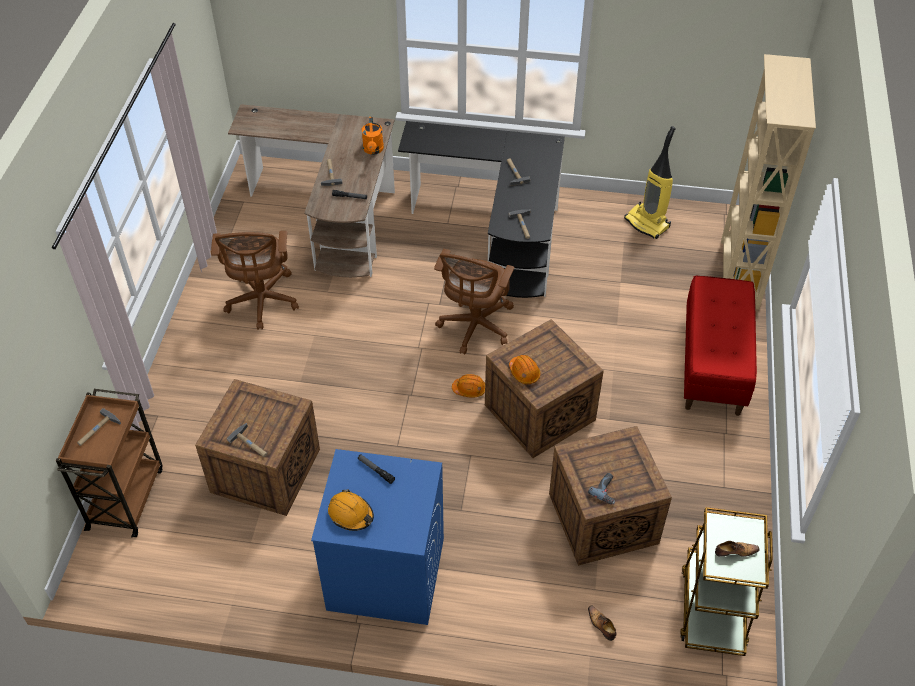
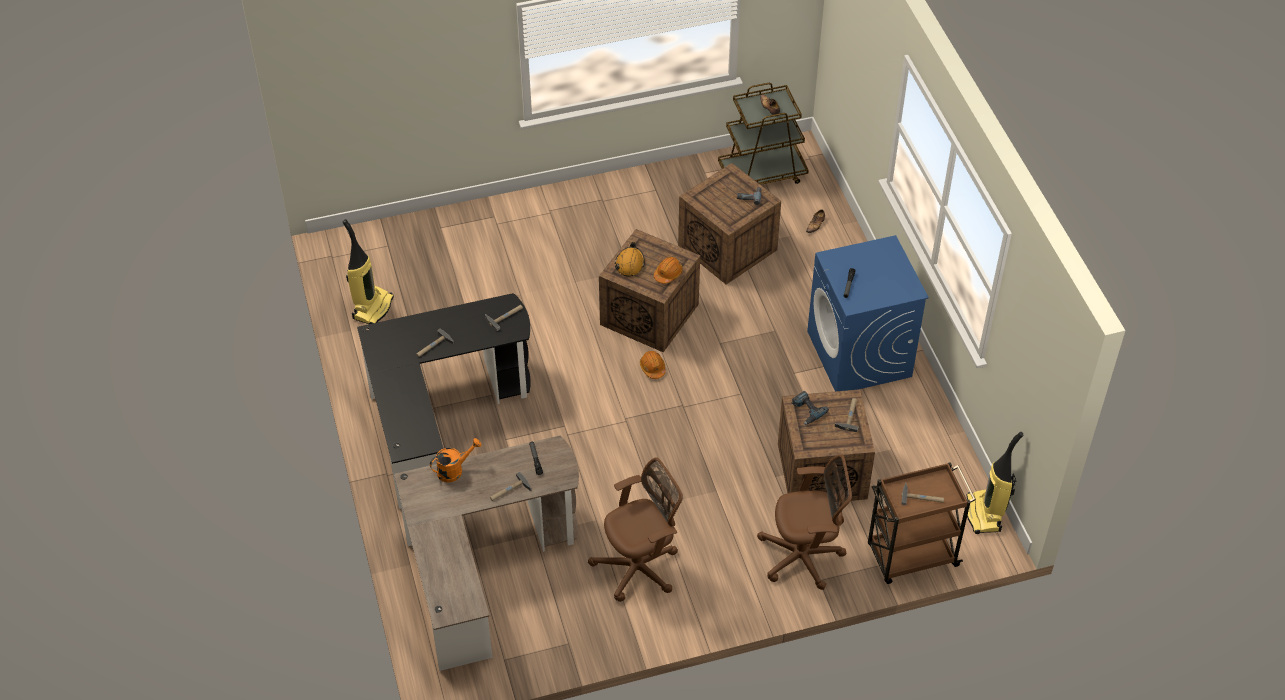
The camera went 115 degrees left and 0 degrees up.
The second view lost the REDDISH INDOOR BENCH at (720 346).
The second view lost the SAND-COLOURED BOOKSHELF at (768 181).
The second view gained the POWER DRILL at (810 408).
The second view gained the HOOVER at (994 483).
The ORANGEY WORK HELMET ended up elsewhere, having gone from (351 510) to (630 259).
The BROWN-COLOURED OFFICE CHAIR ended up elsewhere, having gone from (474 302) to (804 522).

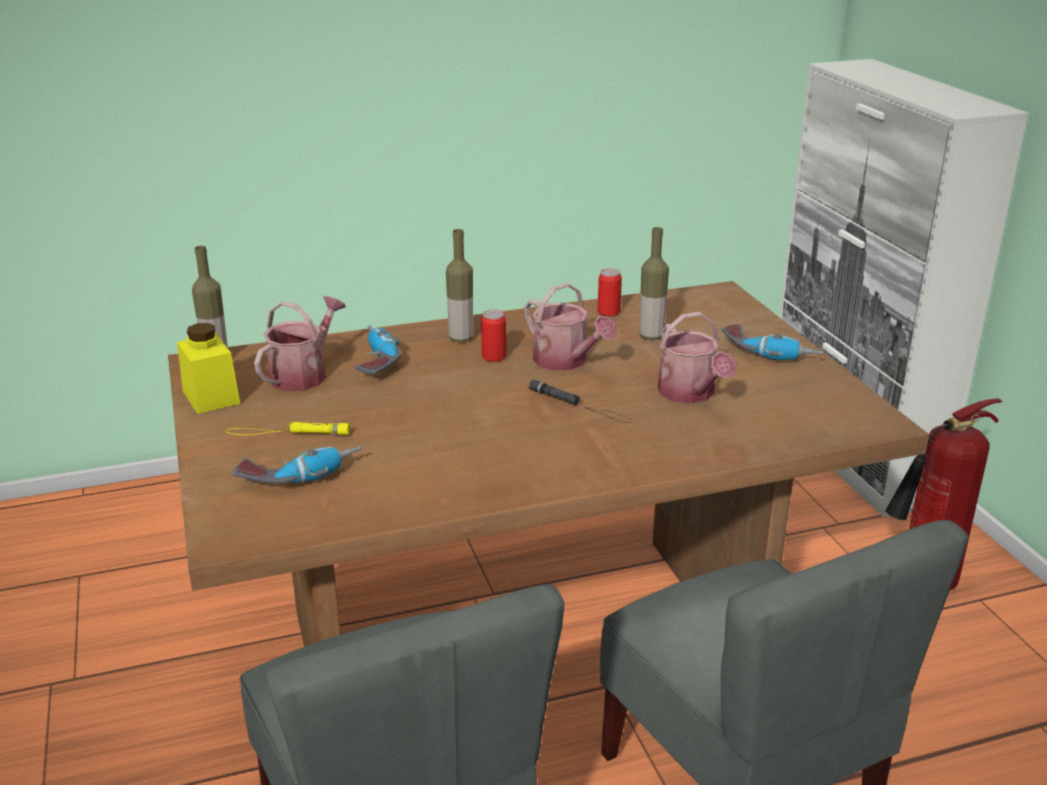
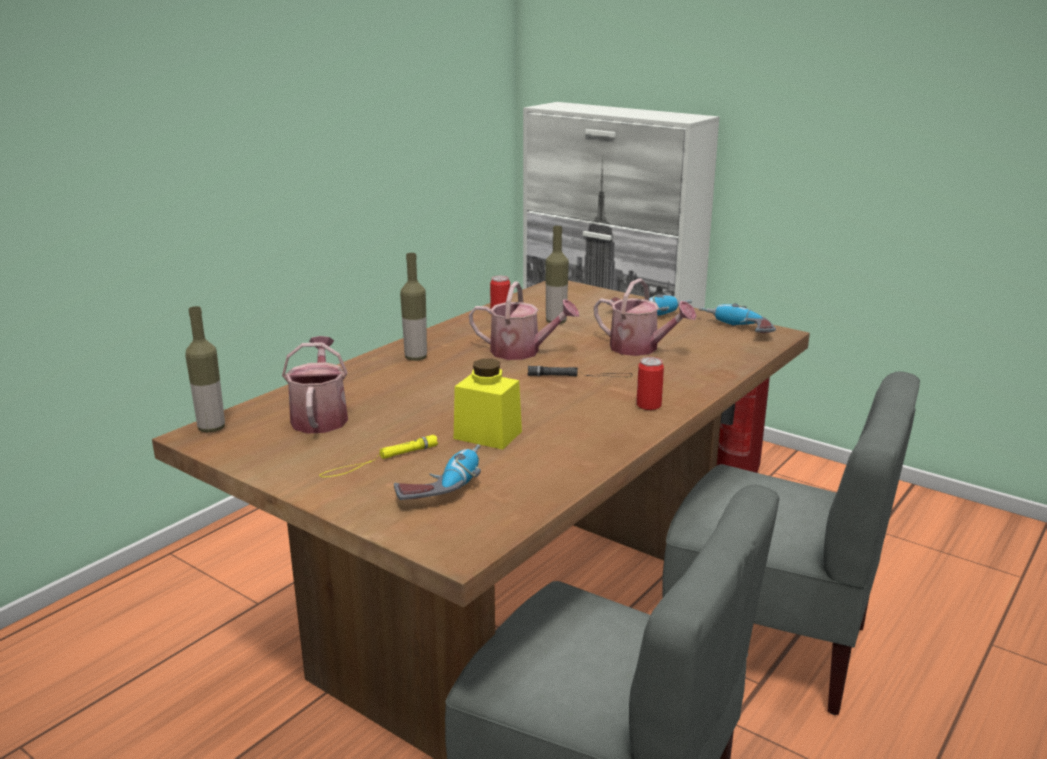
The camera went 35 degrees left and 5 degrees down.
The YELLOWISH STORAGE JAR ended up elsewhere, having gone from (208 368) to (488 404).
The POWER DRILL ended up elsewhere, having gone from (377 349) to (737 318).
The SEALED CAN ended up elsewhere, having gone from (493 336) to (650 383).

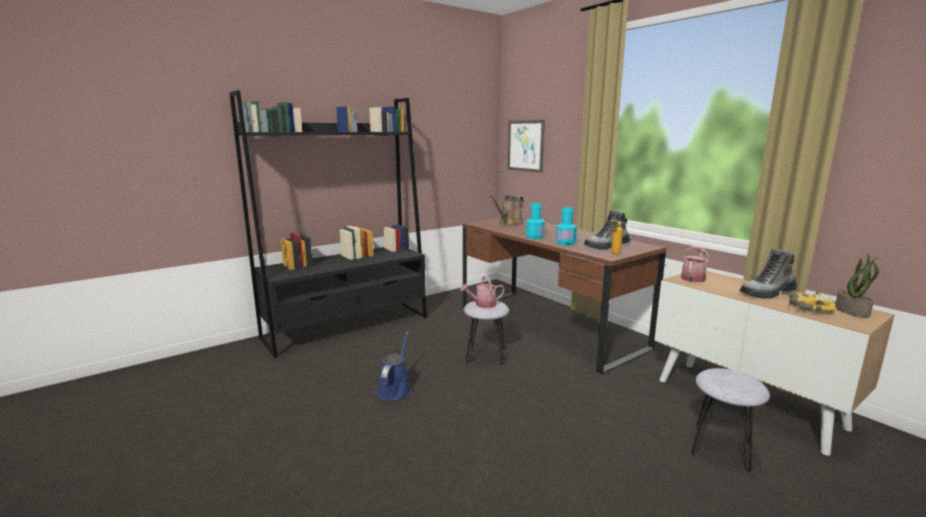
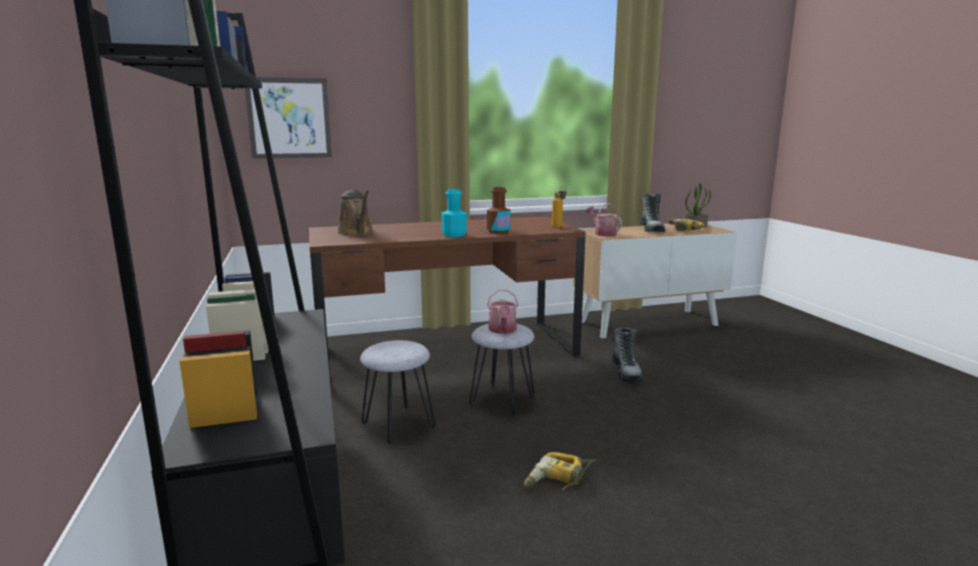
The camera went 70 degrees left and 0 degrees up.
The HIGH-TOP BOOT ended up elsewhere, having gone from (607 229) to (627 355).
The GREYISH STOOL ended up elsewhere, having gone from (730 421) to (398 393).
Where the BLUISH WATERING CAN stood at (394 366), the POWER DRILL came to stand at (560 471).
What was the TURQUOISE BOTTLE at (566 226) turned into the BROWN-COLOURED BOTTLE at (499 210).

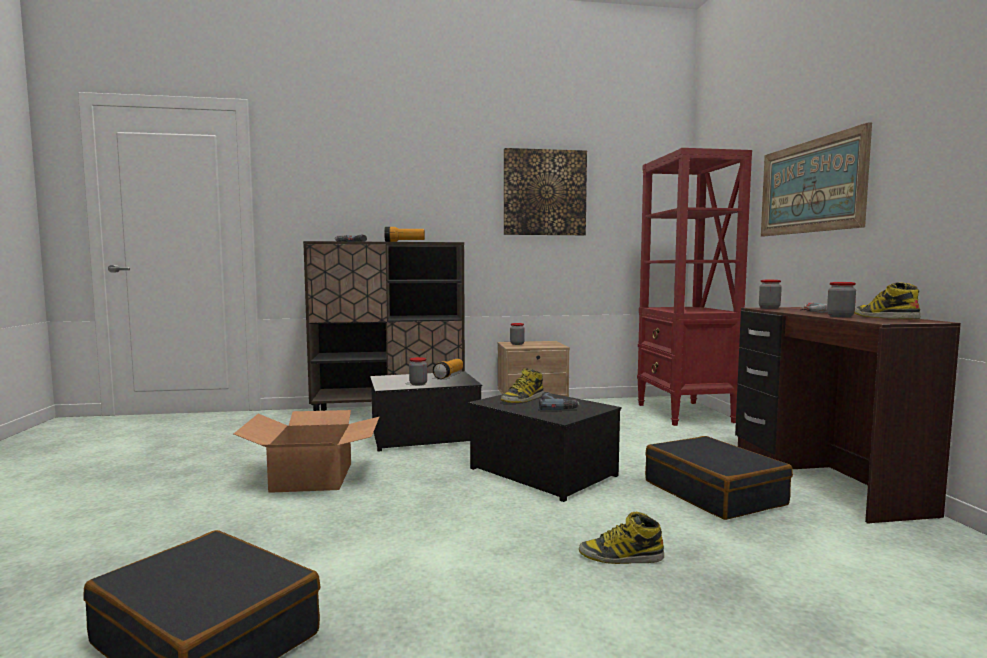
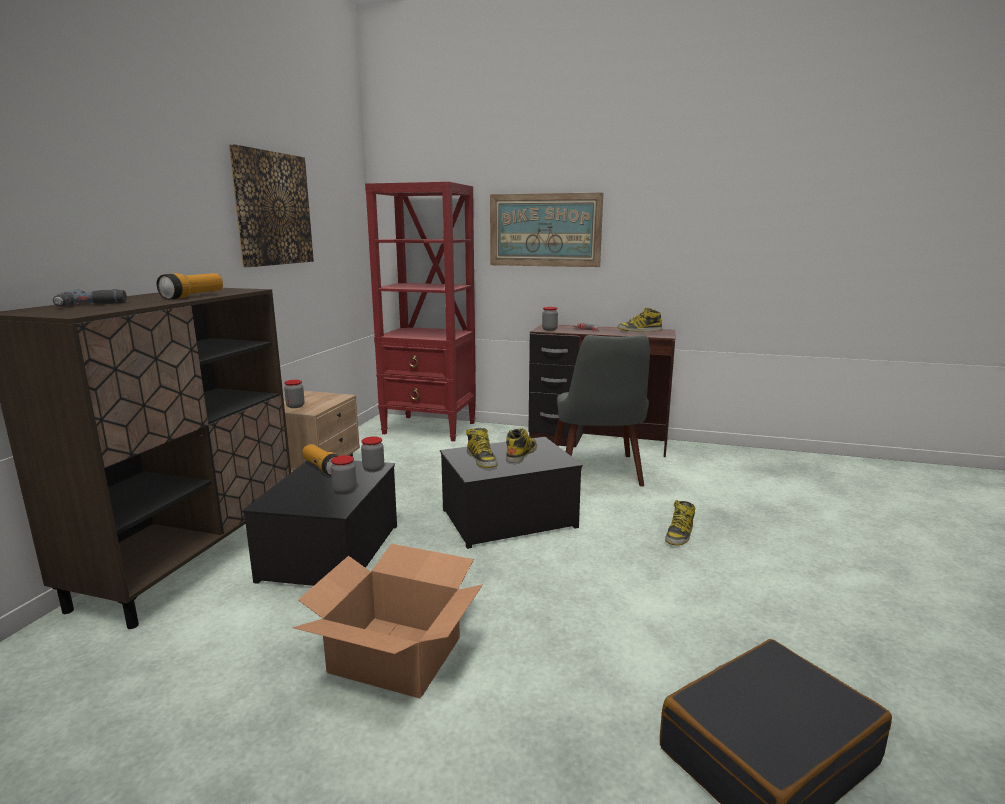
The camera went 65 degrees left and 10 degrees up.
The STORAGE JAR ended up elsewhere, having gone from (841 299) to (372 454).
Where the POWER DRILL stood at (559 401), the HIGH-TOP BOOT came to stand at (521 445).
Where the BLACK TRAVEL CASE stood at (719 478), the GREYISH CHAIR came to stand at (602 410).

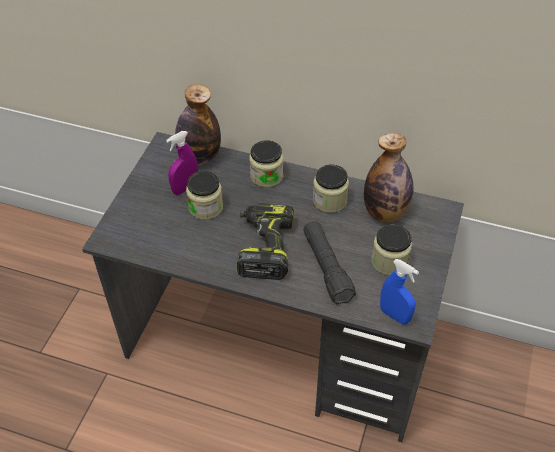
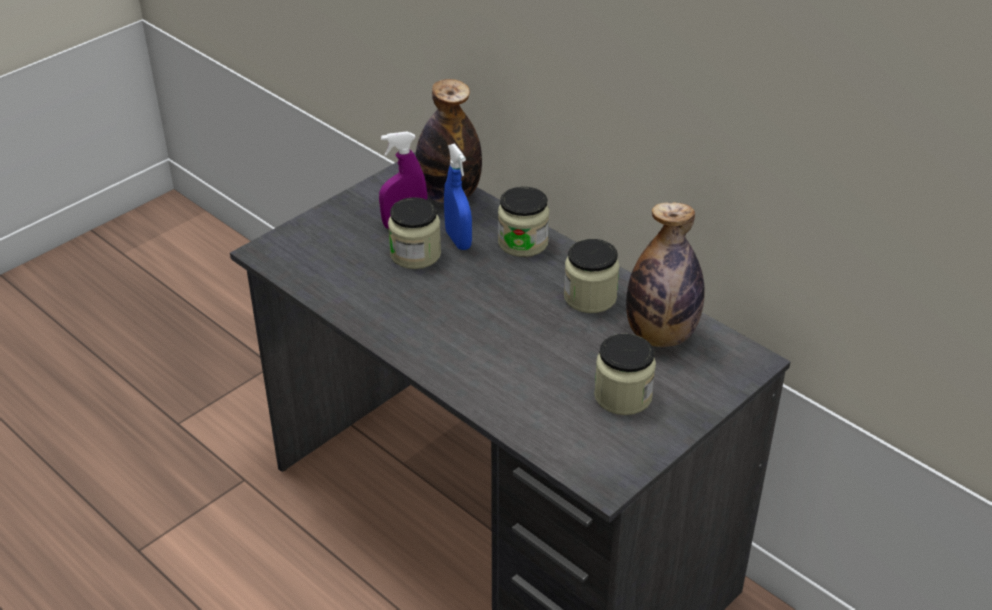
The camera went 25 degrees right and 10 degrees down.
The second view lost the POWER DRILL at (265 241).
The second view lost the BLACK FLASHLIGHT at (329 262).
The BLUISH SPRAY BOTTLE ended up elsewhere, having gone from (399 292) to (458 196).

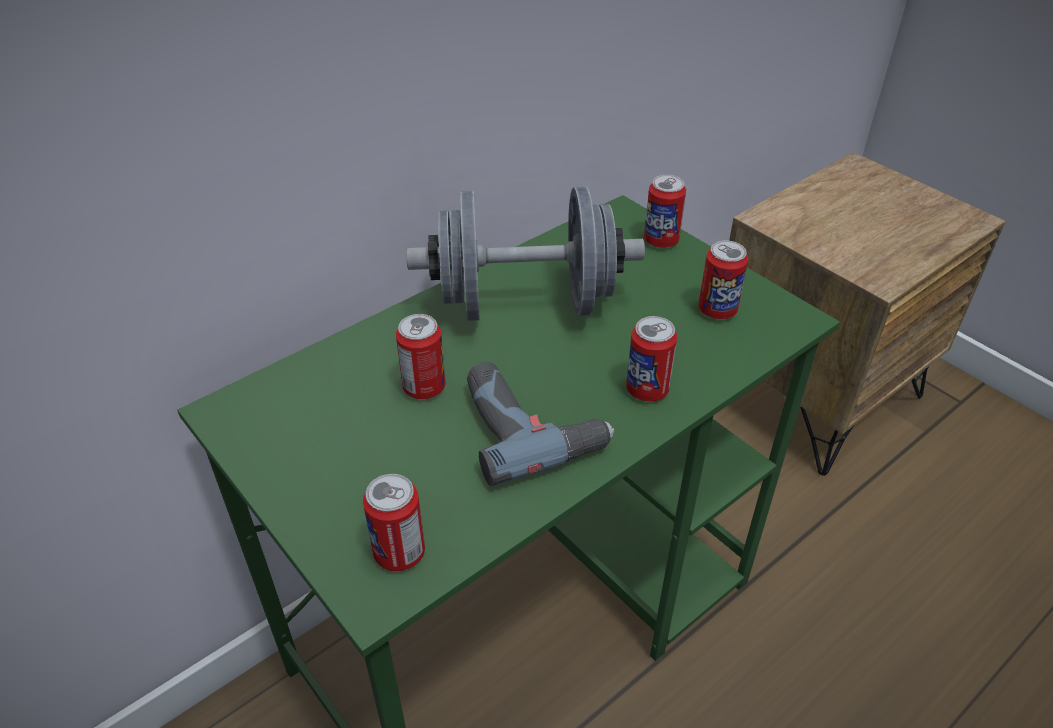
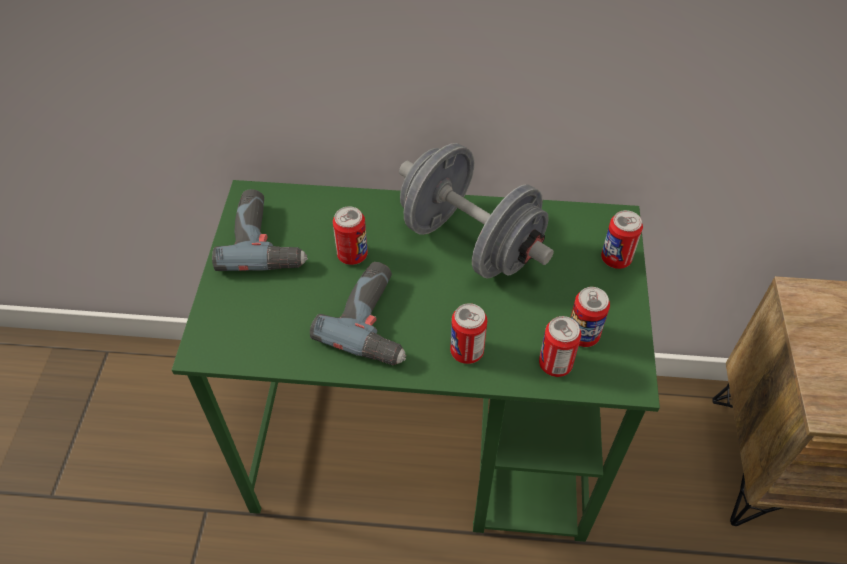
The camera went 45 degrees right and 10 degrees up.
The second view gained the POWER DRILL at (260 230).
The SEALED CAN ended up elsewhere, having gone from (394 522) to (560 346).

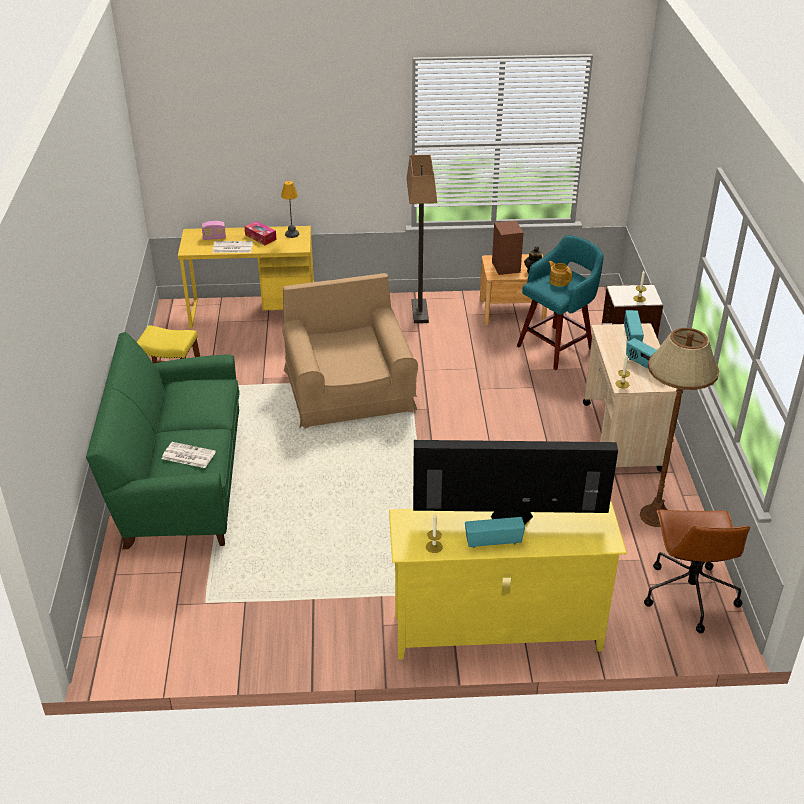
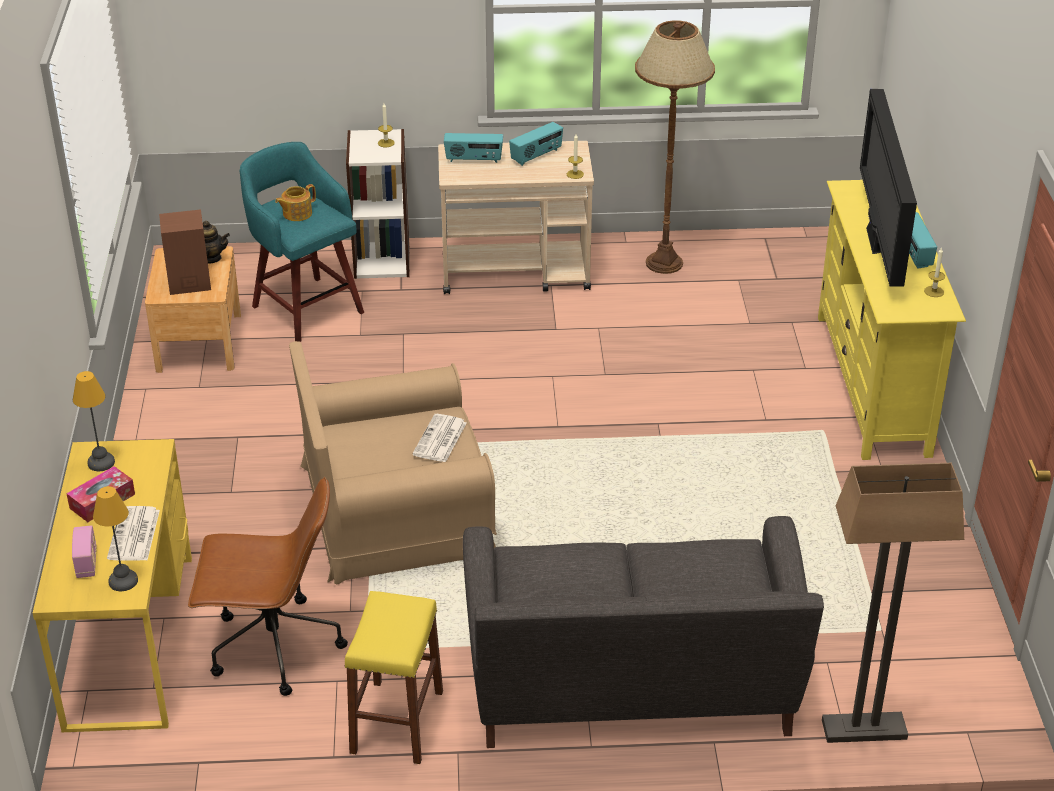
The camera went 90 degrees left and 0 degrees up.
The second view gained the LAMP FOR A TABLE at (115 538).
The PRINTED PAPER ended up elsewhere, having gone from (189 455) to (439 438).
The FLOOR LAMP ended up elsewhere, having gone from (421 239) to (893 603).
The BROWN-COLOURED OFFICE CHAIR ended up elsewhere, having gone from (697 571) to (268 586).
What was the GREEN-COLOURED SETTEE at (163 440) turned into the GREYISH SETTEE at (643 632).

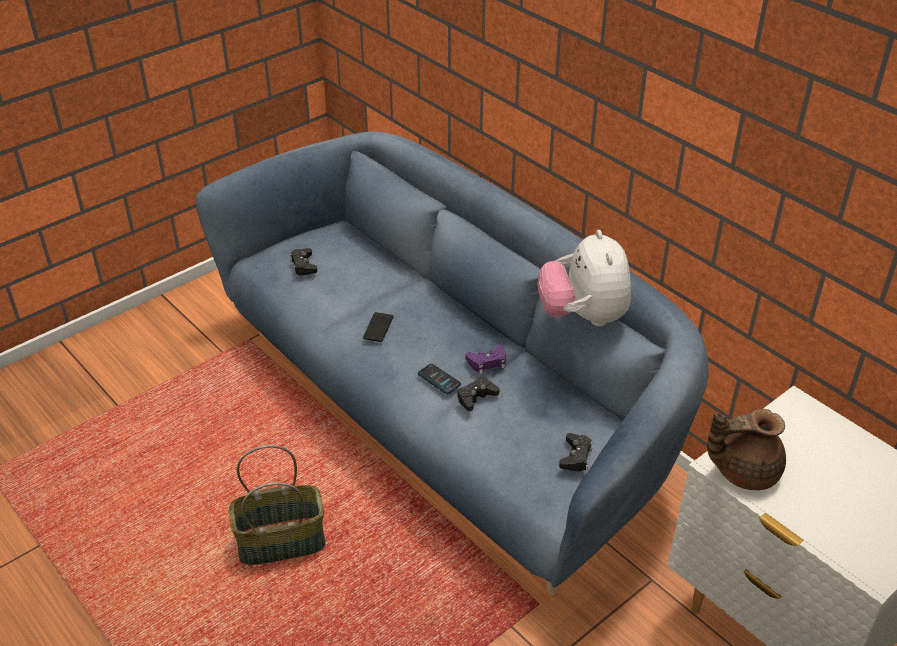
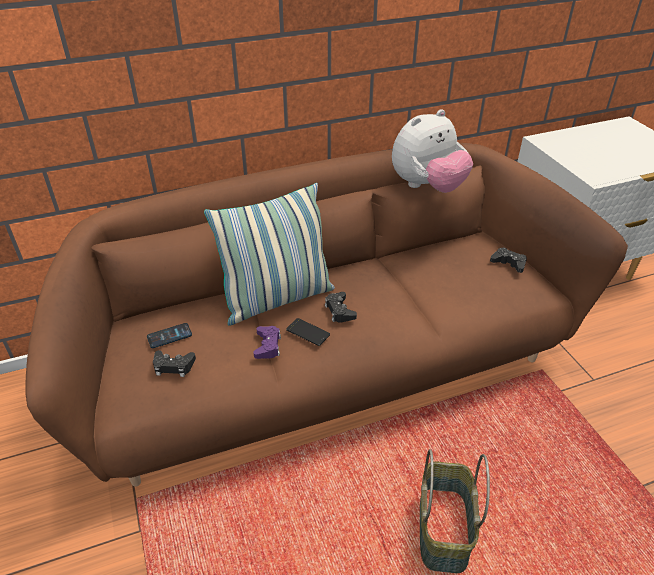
The camera went 70 degrees left and 0 degrees up.
The second view lost the BROWN-COLOURED TEAPOT at (746 449).
The second view gained the CUSHION at (269 254).
The PHONE ended up elsewhere, having gone from (439 379) to (169 335).
The BLACK GAMEPAD ended up elsewhere, having gone from (478 394) to (341 307).
The PURPLISH GAMEPAD ended up elsewhere, having gone from (486 359) to (267 342).
What was the BLUISH SETTEE at (452 363) turned into the BROWN-COLOURED SETTEE at (326 315).
The SOFT TOY at (584 278) ended up facing another way, 45 degrees counterclockwise from before.

